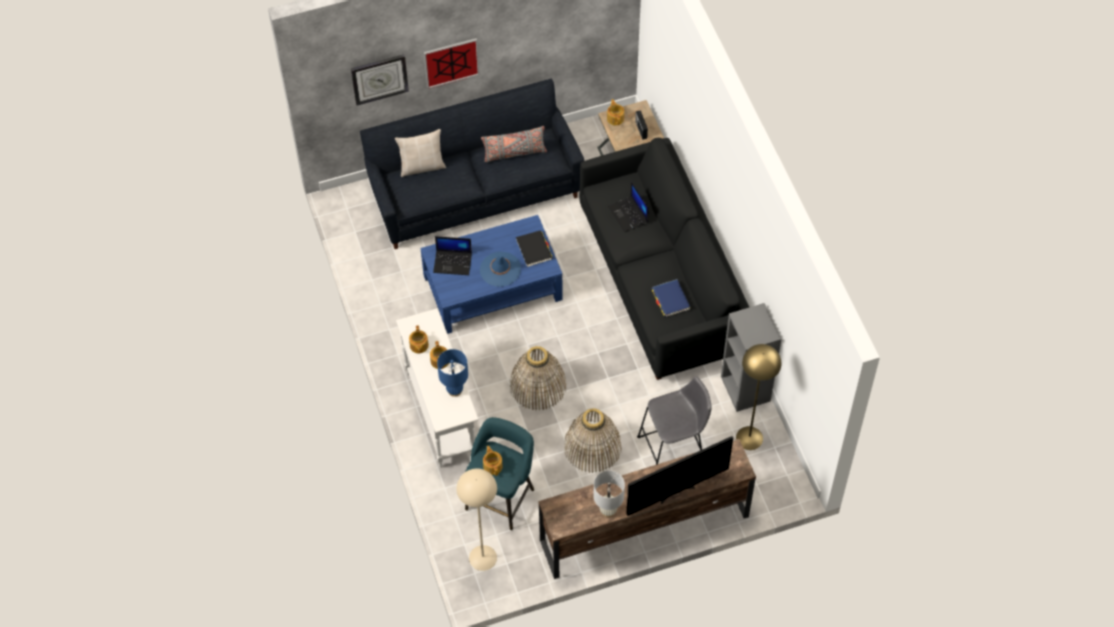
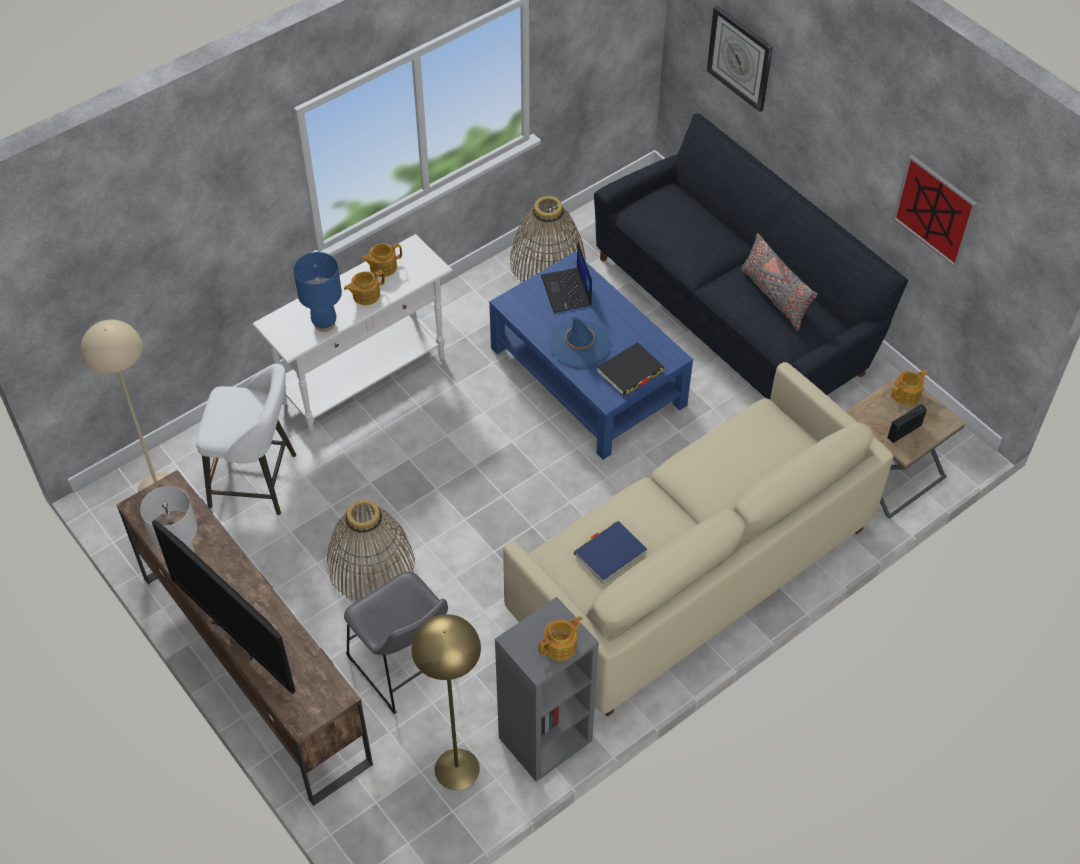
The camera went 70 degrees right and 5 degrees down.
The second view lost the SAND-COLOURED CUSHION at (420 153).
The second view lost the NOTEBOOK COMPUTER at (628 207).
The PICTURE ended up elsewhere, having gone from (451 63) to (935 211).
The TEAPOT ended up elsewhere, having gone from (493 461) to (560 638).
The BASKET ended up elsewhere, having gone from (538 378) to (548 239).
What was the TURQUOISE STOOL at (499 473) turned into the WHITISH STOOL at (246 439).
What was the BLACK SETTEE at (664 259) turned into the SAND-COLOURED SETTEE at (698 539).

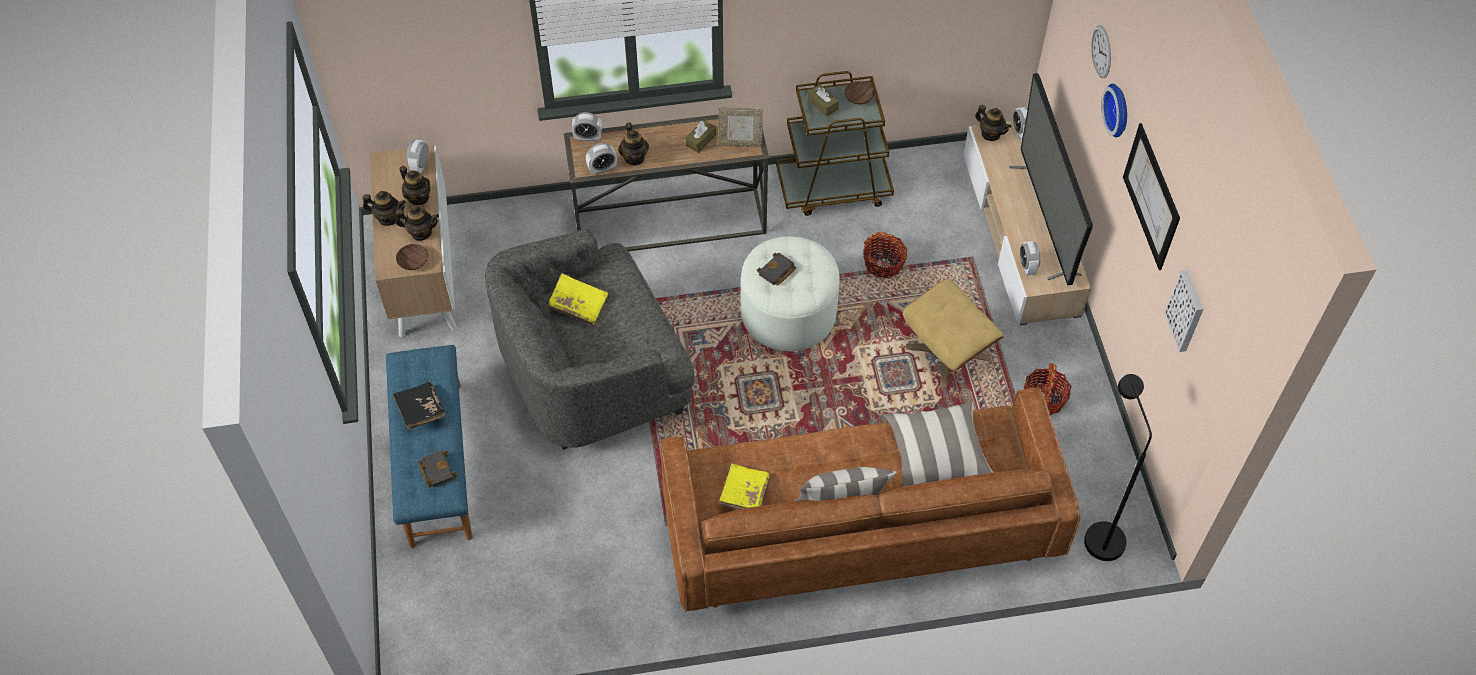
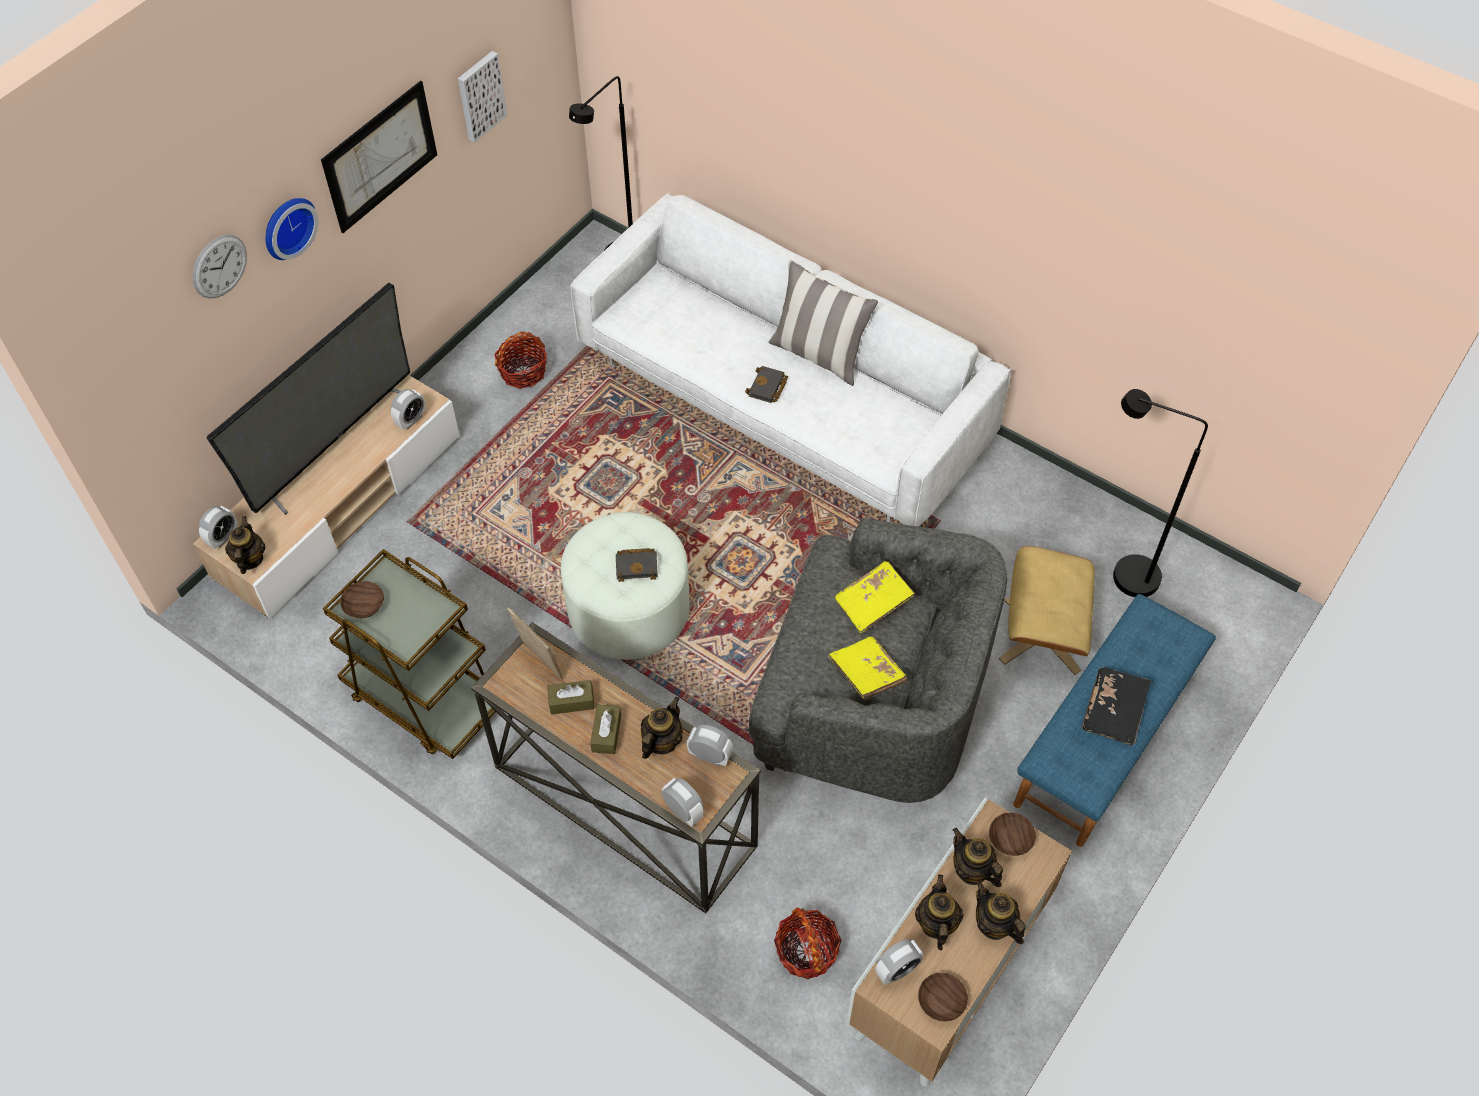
The camera went 135 degrees left and 0 degrees up.
The second view lost the CUSHION at (938 444).
The second view gained the BROWN-COLOURED BOWL at (943 997).
The second view gained the BLACK FLOOR LAMP at (1160 493).
The BLACK BOUND BOOK ended up elsewhere, having gone from (437 469) to (766 384).
The YELLOWISH BOUND BOOK ended up elsewhere, having gone from (745 487) to (875 597).
The BROWN-COLOURED TISSUE BOX ended up elsewhere, having gone from (823 100) to (605 729).
The BASKET ended up elsewhere, having gone from (885 255) to (808 943).
The SAND-COLOURED FOOTREST ended up elsewhere, having gone from (953 333) to (1047 610).
What was the BROWN-COLOURED SETTEE at (870 499) turned into the WHITISH SETTEE at (791 360).

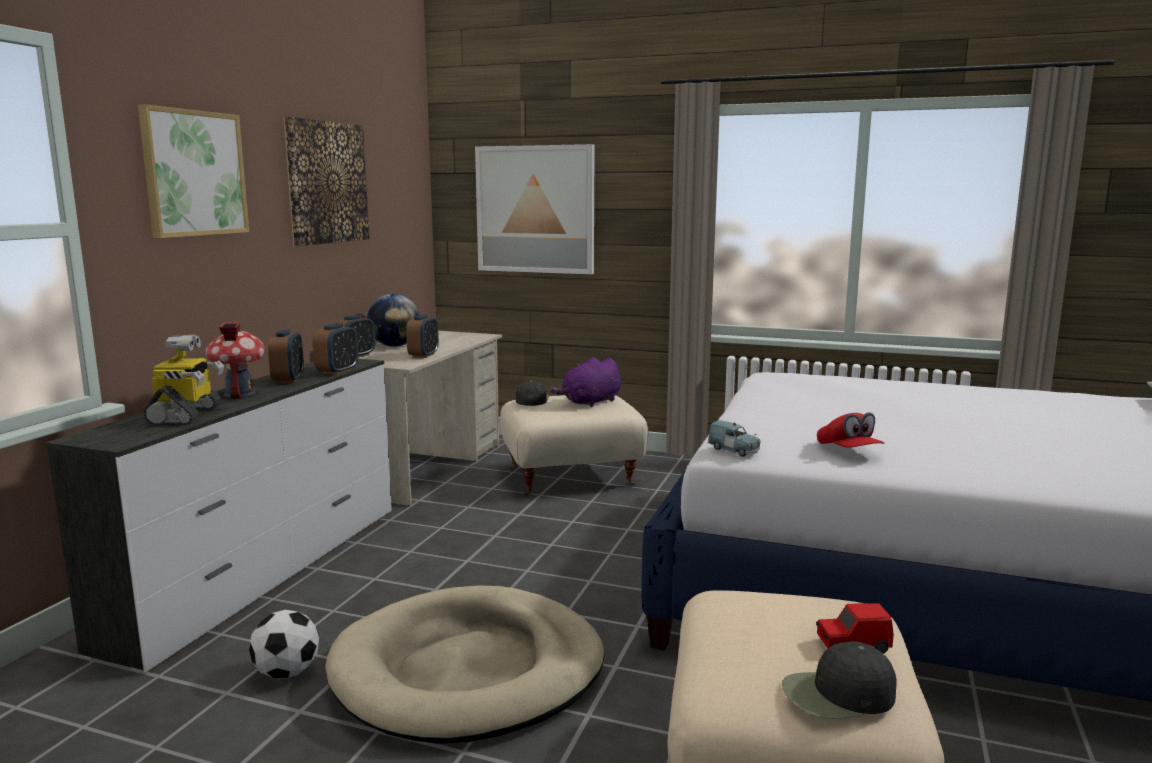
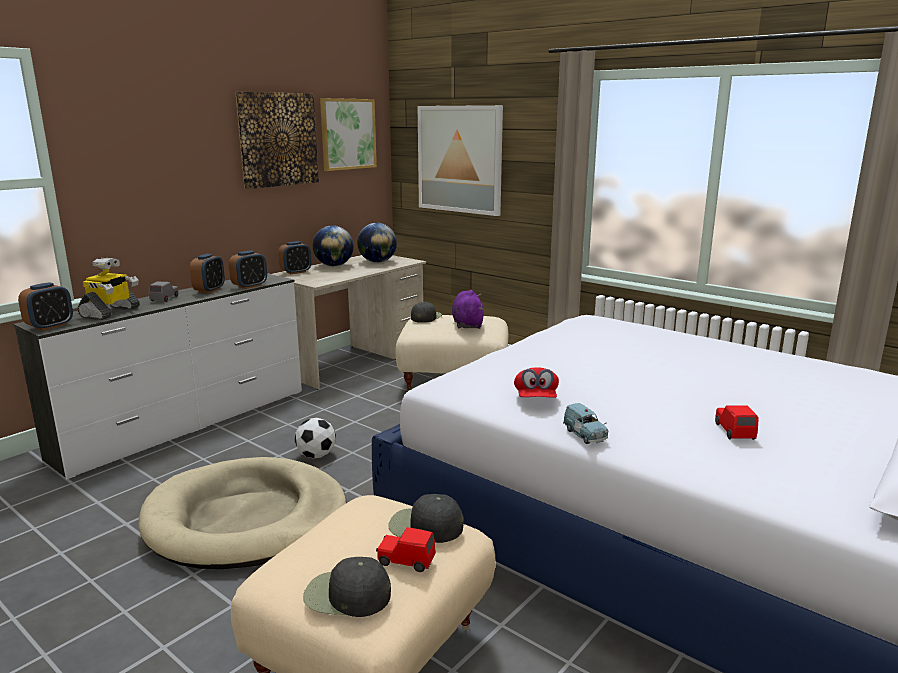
The camera went 20 degrees right and 5 degrees up.
The second view gained the GLOBE at (377 243).
The second view gained the BLACK BASEBALL CAP at (426 518).
The second view gained the REDDISH MINIATURE CAR at (737 422).
The PICTURE ended up elsewhere, having gone from (193 171) to (348 134).
The FOOTBALL ended up elsewhere, having gone from (284 644) to (315 438).
The ALARM CLOCK ended up elsewhere, having gone from (422 336) to (45 306).
The BLUISH MINIATURE CAR ended up elsewhere, having gone from (734 438) to (585 423).
Where the MODEL HOUSE stood at (235 360), the GREYISH MINIATURE CAR came to stand at (163 292).
The PURPLISH SOFT TOY at (585 382) ended up facing another way, 105 degrees clockwise from before.

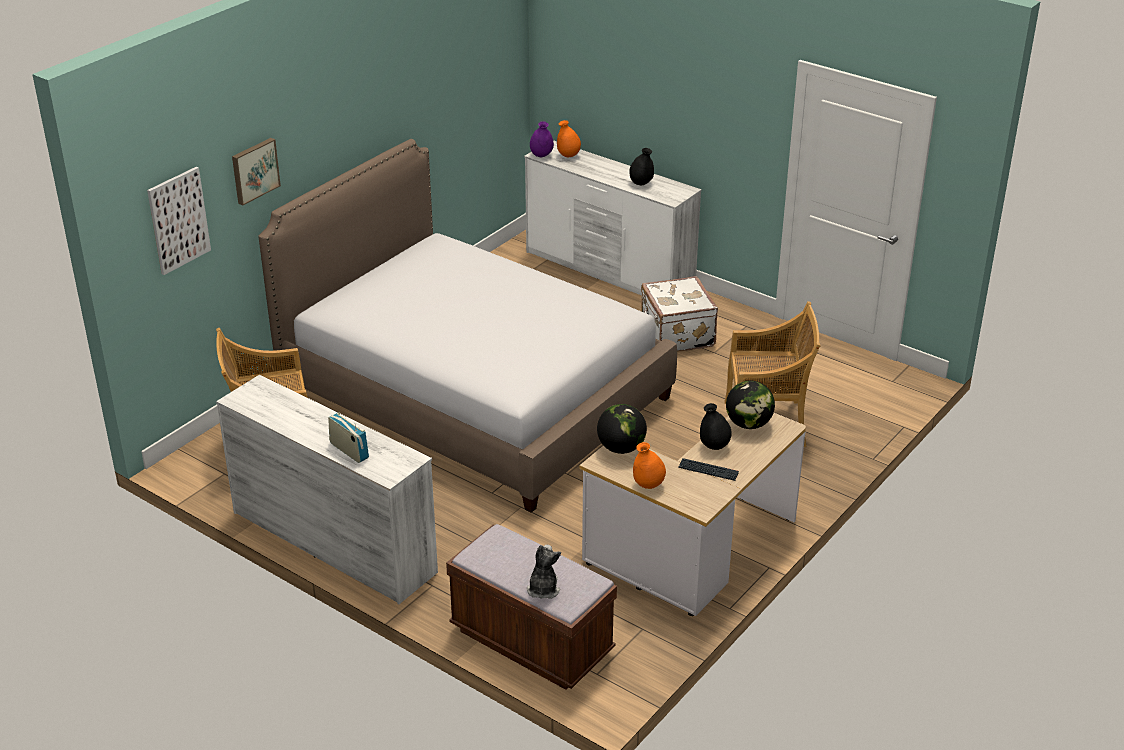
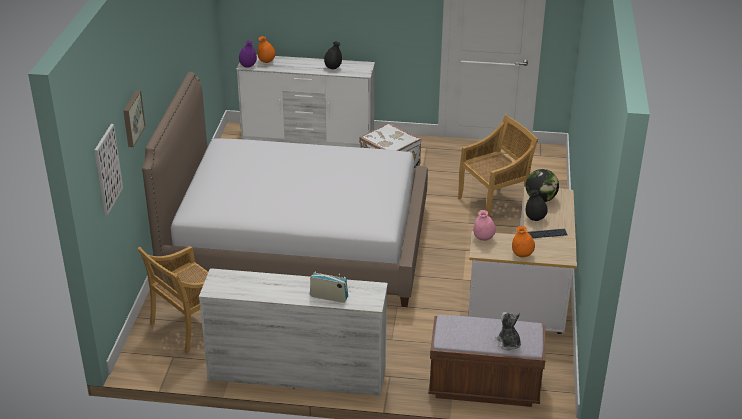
The camera went 30 degrees left and 0 degrees up.
Where the GLOBE stood at (622 429), the PINK VASE came to stand at (484 225).

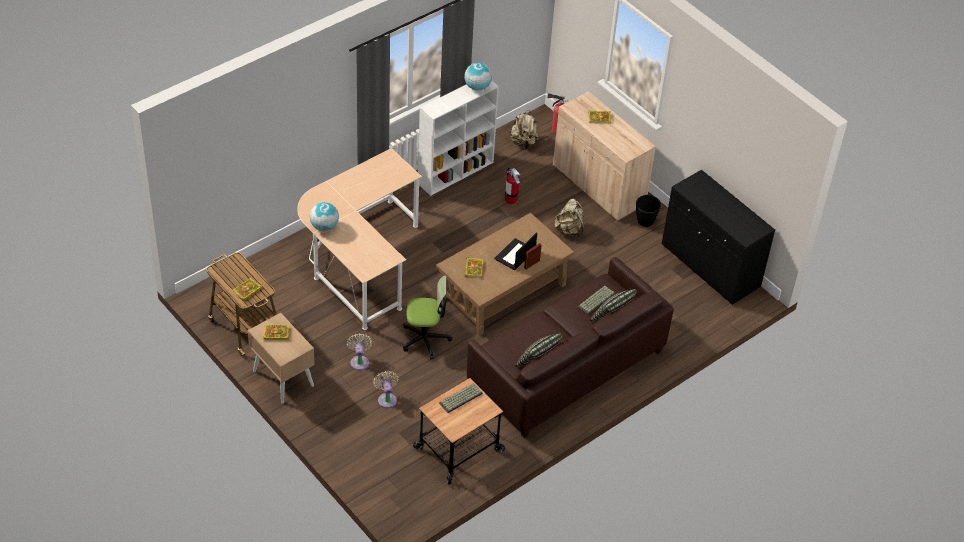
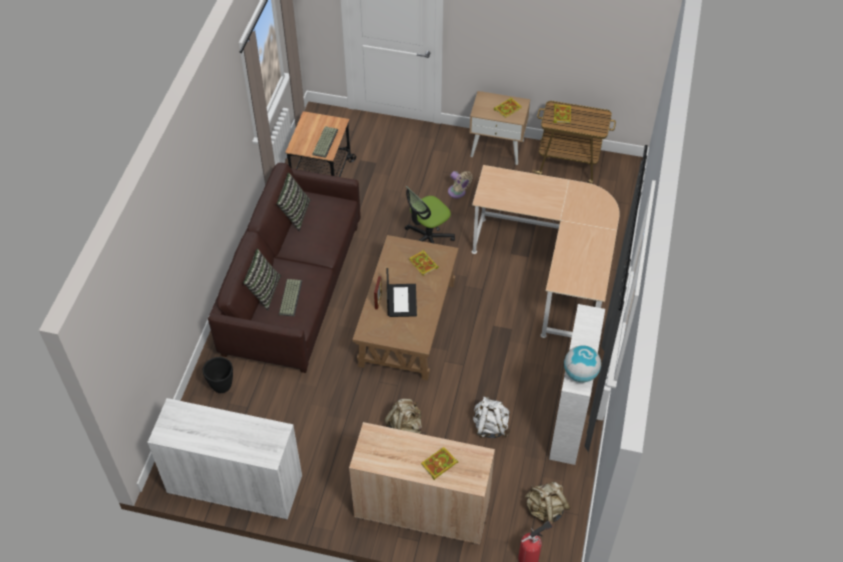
The camera went 145 degrees right and 5 degrees up.
The second view lost the GLOBE at (324 216).
The second view lost the SAND-COLOURED COOLING FAN at (386 389).
The BLACK FLOWER POT ended up elsewhere, having gone from (648 211) to (218 375).
Where the EXTINGUISHER stood at (512 186), the WHITISH KNAPSACK came to stand at (491 417).
What was the BLACK CUPBOARD at (718 237) turned into the WHITISH CUPBOARD at (224 458).

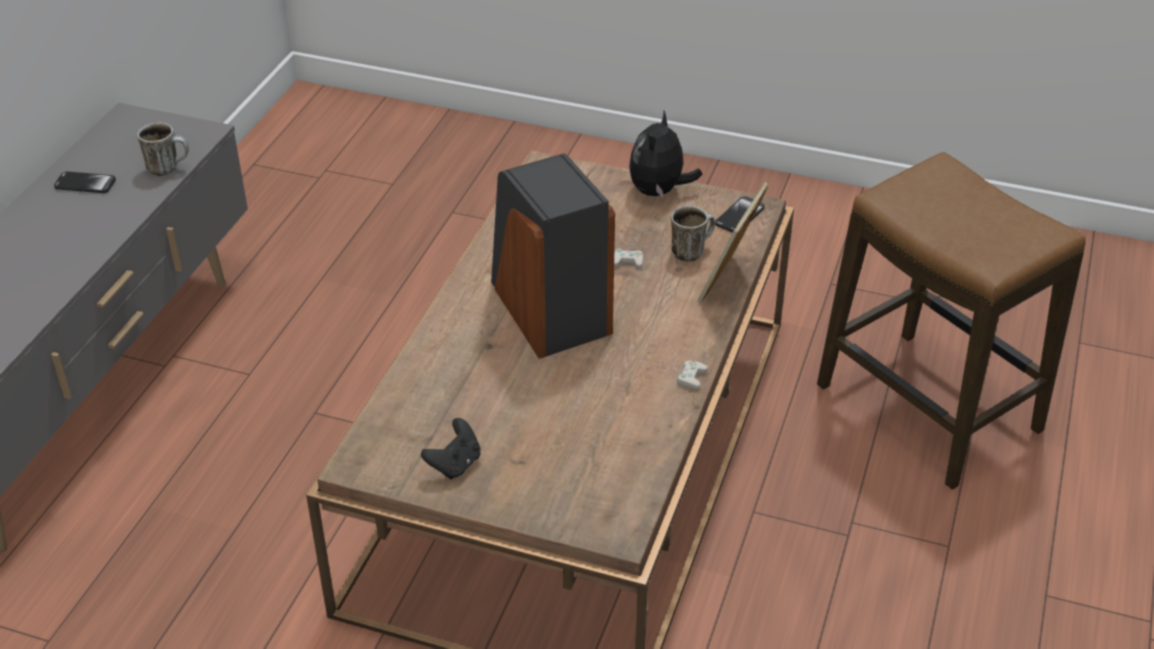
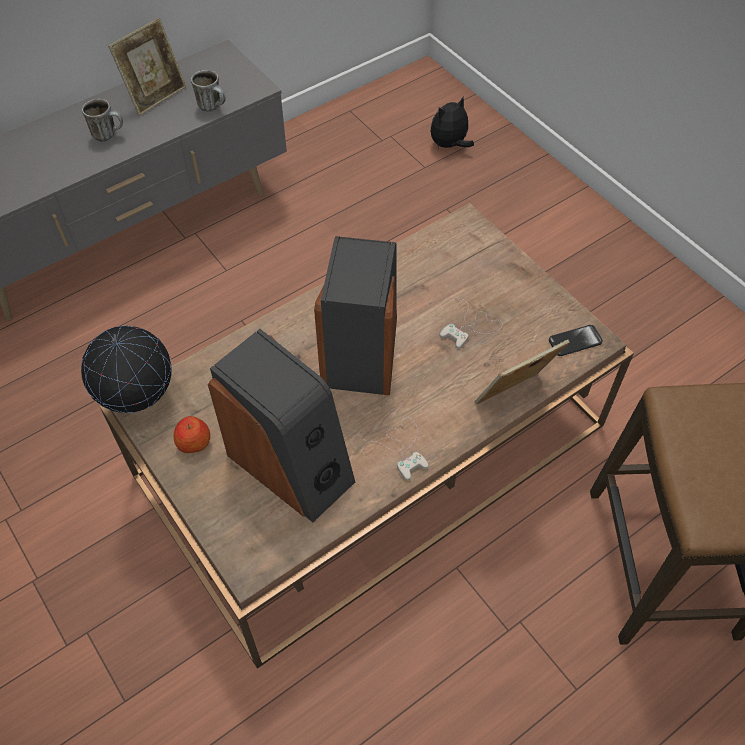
The camera went 35 degrees right and 15 degrees up.
The second view gained the GLOBE at (126 369).
The second view gained the AUDIO SPEAKER at (281 426).
The SOFT TOY ended up elsewhere, having gone from (666 154) to (452 122).
The COFFEE MUG ended up elsewhere, having gone from (693 233) to (102 120).
Where the PHONE stood at (85 182), the STANDING FRAME came to stand at (147 67).
Where the BLACK GAMEPAD stood at (451 449), the APPLE FRUIT came to stand at (192 434).

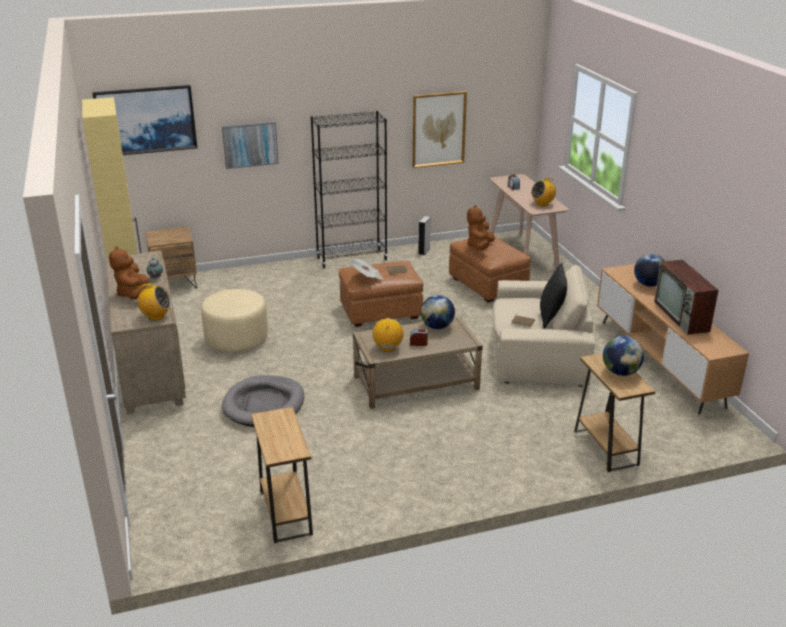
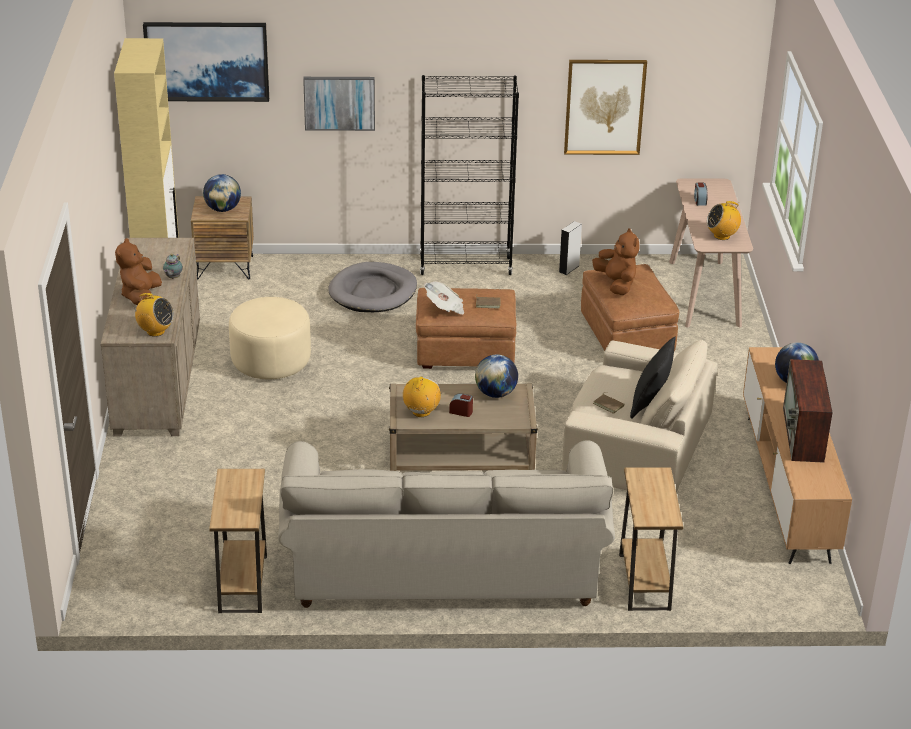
The camera went 15 degrees right and 5 degrees up.
The second view gained the SAND-COLOURED SETTEE at (446 524).
The GREYISH DOG BED ended up elsewhere, having gone from (263 401) to (372 287).
The GLOBE ended up elsewhere, having gone from (623 356) to (222 193).
The BROWN-COLOURED SOFT TOY at (481 227) ended up facing another way, 120 degrees clockwise from before.

